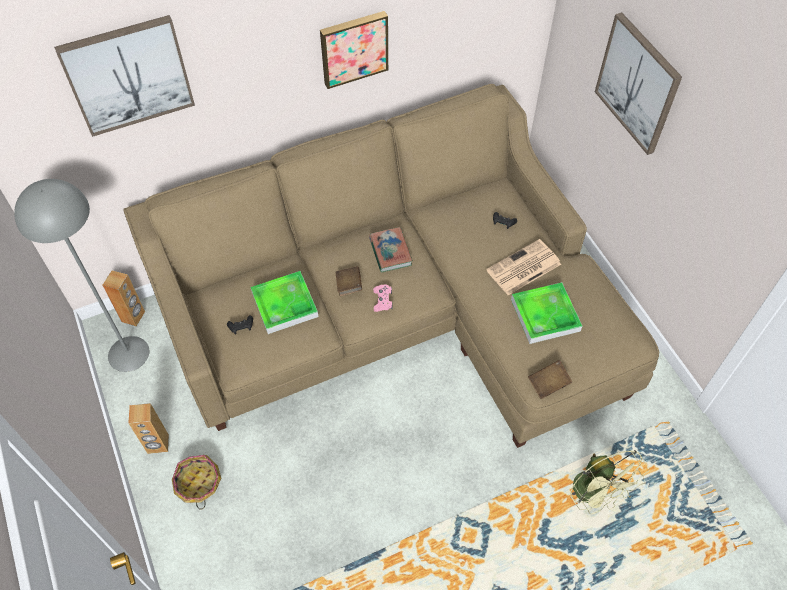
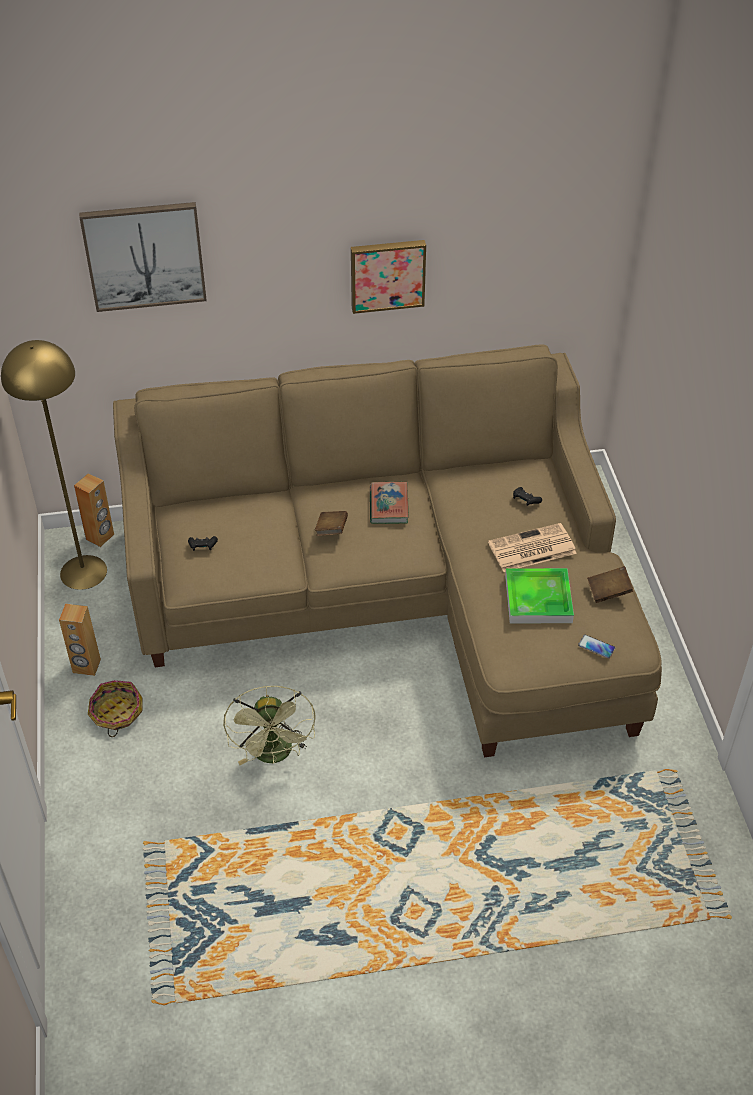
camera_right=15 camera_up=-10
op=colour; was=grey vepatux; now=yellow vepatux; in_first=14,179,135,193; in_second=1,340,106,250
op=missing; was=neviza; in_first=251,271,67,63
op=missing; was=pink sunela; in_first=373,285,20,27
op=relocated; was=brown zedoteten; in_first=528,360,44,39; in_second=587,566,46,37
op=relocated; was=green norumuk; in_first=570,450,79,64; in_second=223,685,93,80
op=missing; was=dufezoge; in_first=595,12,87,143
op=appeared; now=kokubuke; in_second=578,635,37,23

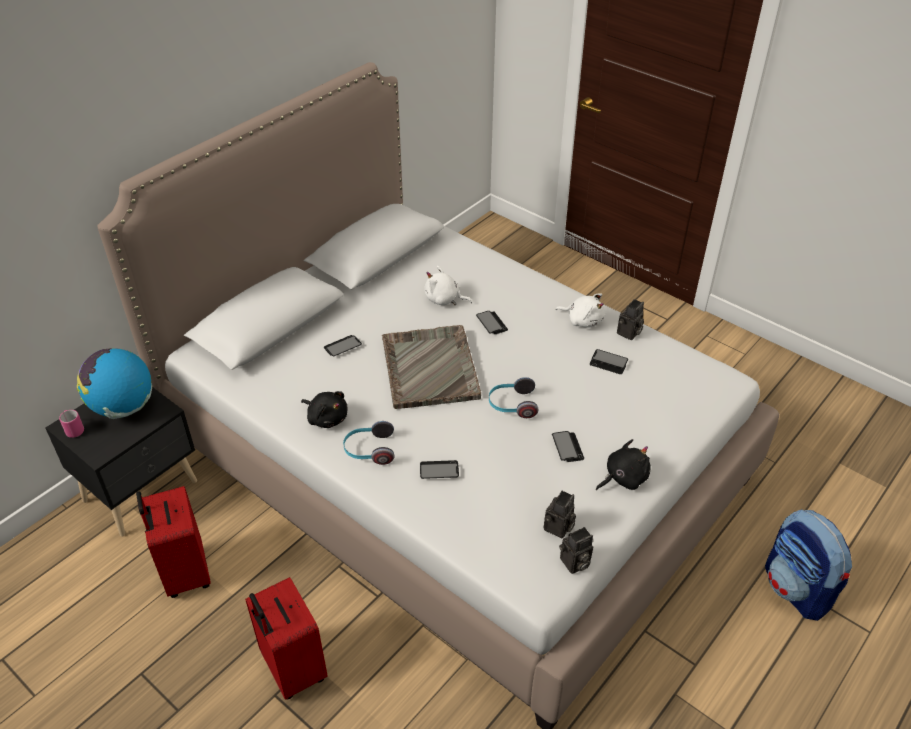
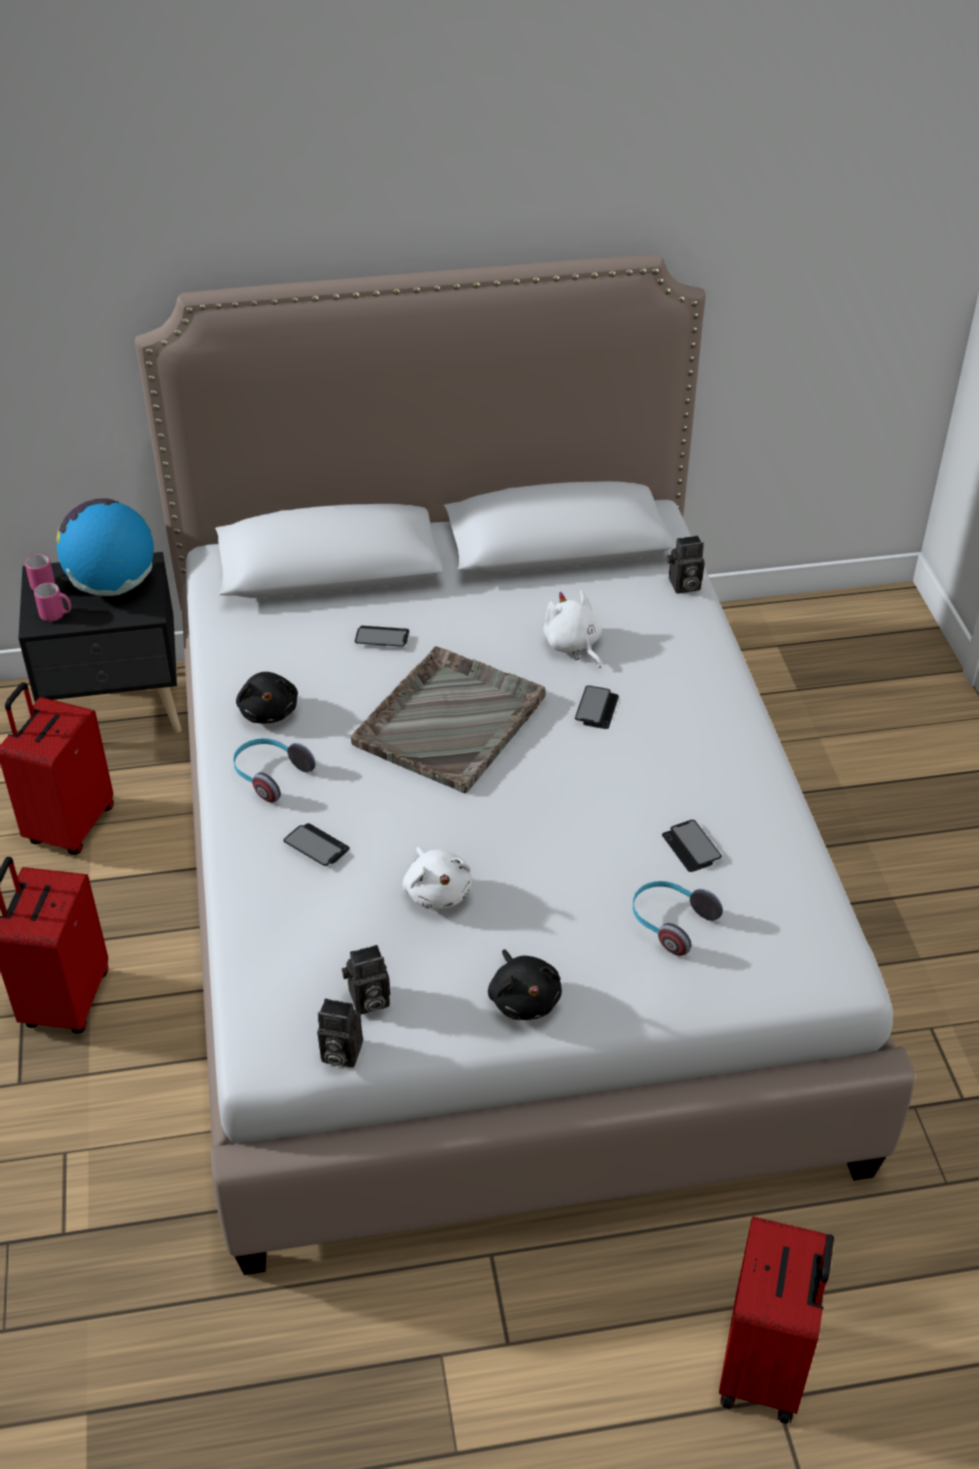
camera_right=40 camera_up=0
op=relocated; was=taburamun; in_first=489,377,49,41; in_second=632,881,91,75
op=missing; was=kokubuke; in_first=552,431,32,31
op=relocated; was=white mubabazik; in_first=556,293,48,34; in_second=403,847,69,62
op=spun; was=black mubabazik; in_first=596,439,55,51; in_second=488,949,74,71; clockwise=60
op=relocated; was=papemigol; in_first=617,299,27,41; in_second=667,535,38,59
op=exchanged; was=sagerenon; now=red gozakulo; in_first=765,509,87,112; in_second=719,1216,115,208
op=appeared; now=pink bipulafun; in_second=34,583,37,39

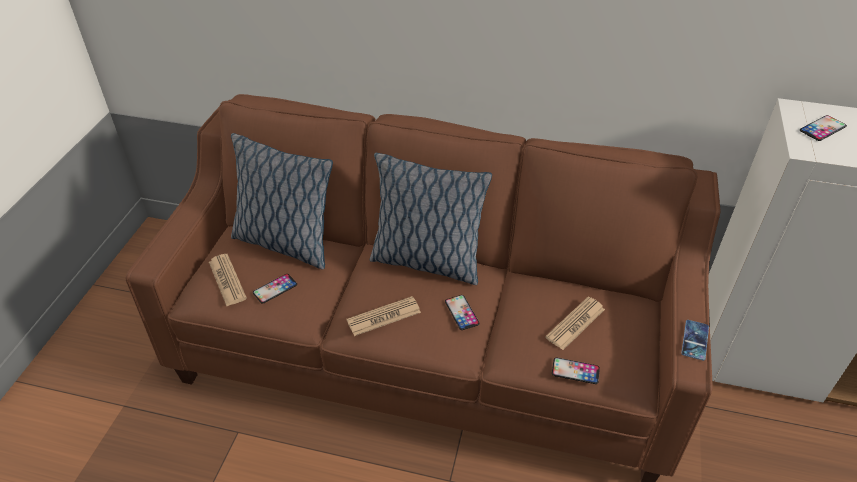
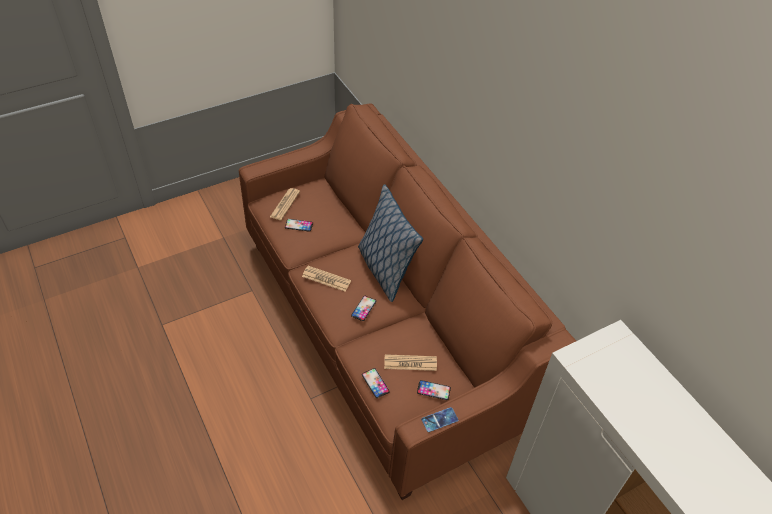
camera_right=45 camera_up=5
op=missing; was=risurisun; in_first=231,133,102,137
op=relocated; was=kokubuke; in_first=800,115,47,26; in_second=417,380,34,20

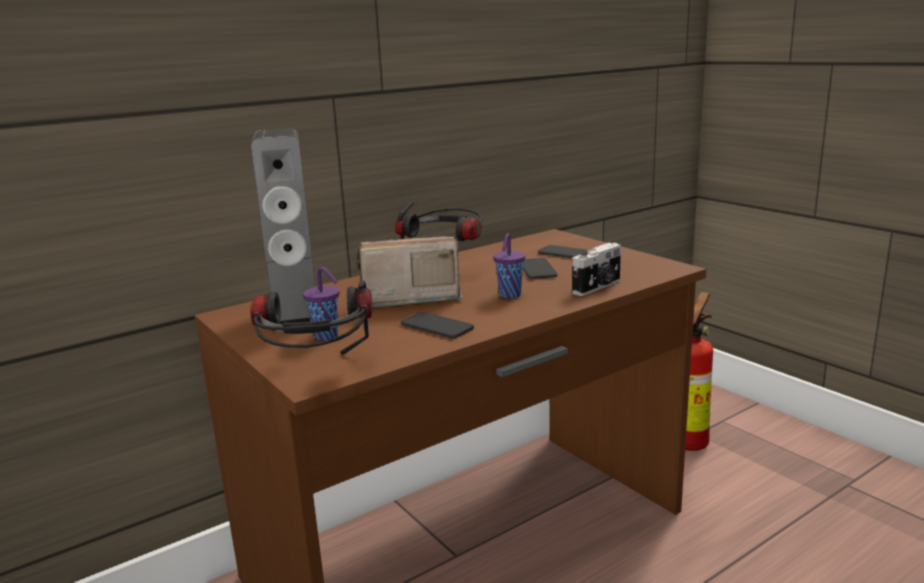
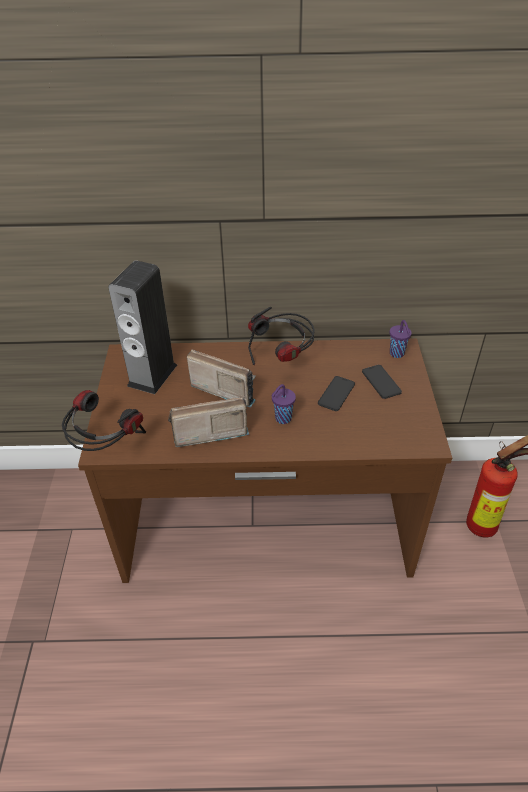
camera_right=35 camera_up=25
op=relocated; was=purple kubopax; in_first=303,267,37,73; in_second=390,320,22,38
op=exchanged; was=kokubuke; now=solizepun; in_first=401,312,73,26; in_second=168,397,81,50
op=missing; was=papemigol; in_first=572,243,49,53

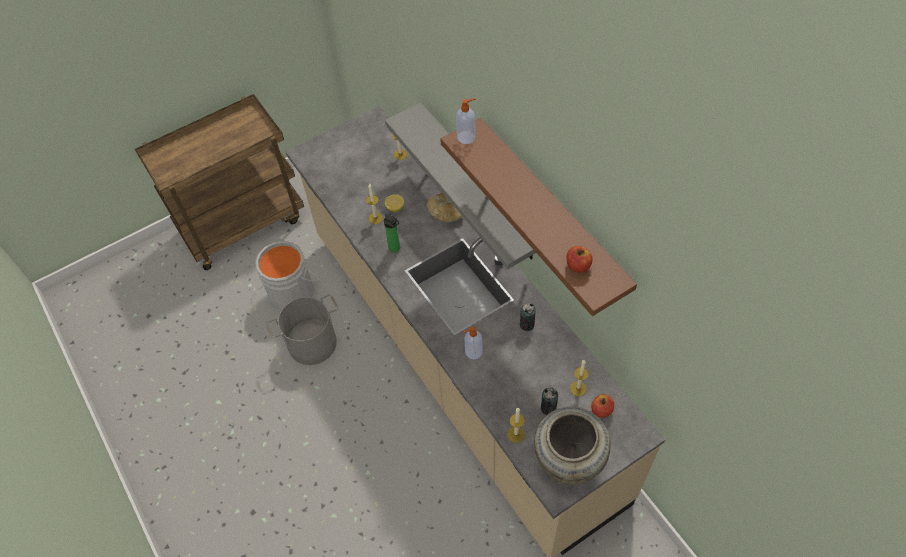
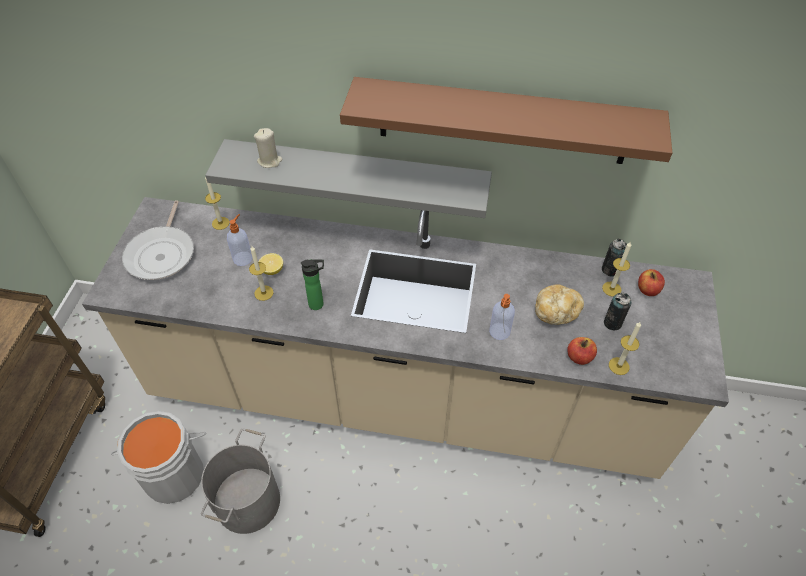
camera_right=-50 camera_up=-5
op=relocated; was=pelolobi; in_first=427,193,35,29; in_second=535,284,49,41
op=relocated; was=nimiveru; in_first=456,98,20,46; in_second=227,214,25,52
op=relocated; was=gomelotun; in_first=519,303,17,28; in_second=602,239,25,37
op=missing; was=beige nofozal; in_first=534,407,77,78
op=relocated; was=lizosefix; in_first=566,246,26,27; in_second=567,337,30,28
op=appeared; now=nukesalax; in_second=122,200,72,80
op=appeared; now=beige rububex; in_second=254,128,29,40

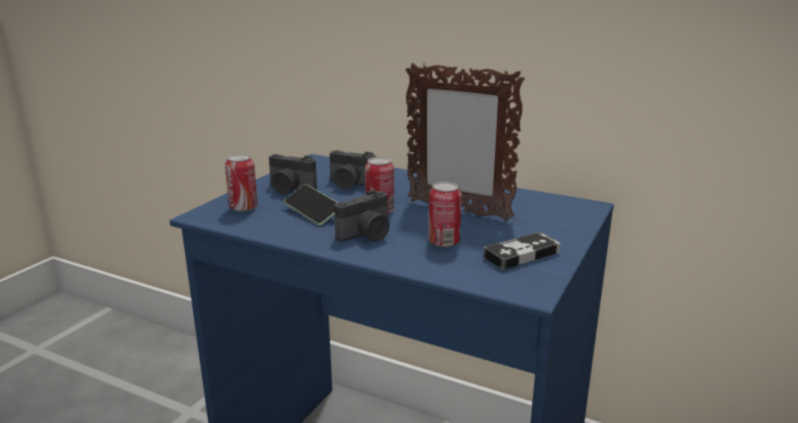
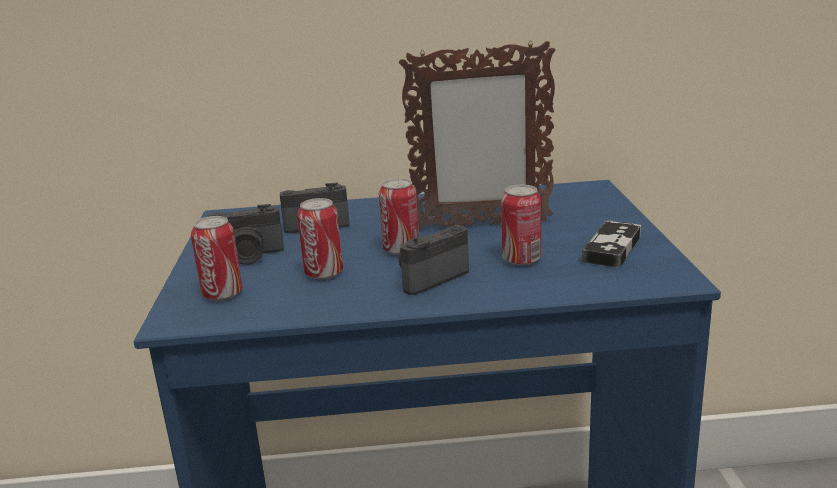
camera_right=-30 camera_up=0
op=exchanged; was=kokubuke; now=gomelotun; in_first=284,184,54,41; in_second=297,198,46,82
op=spun; was=papemigol; in_first=334,190,56,52; in_second=399,225,70,70; clockwise=-150

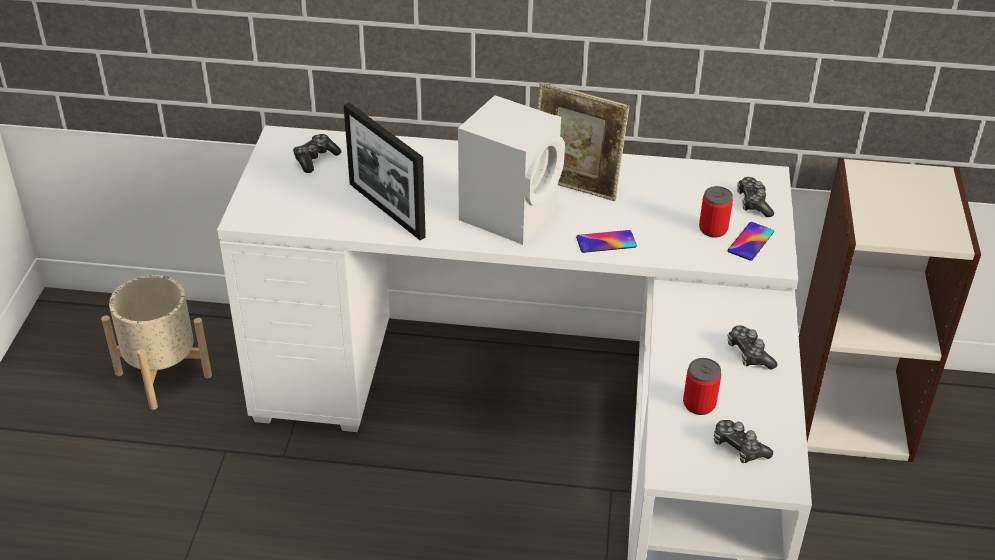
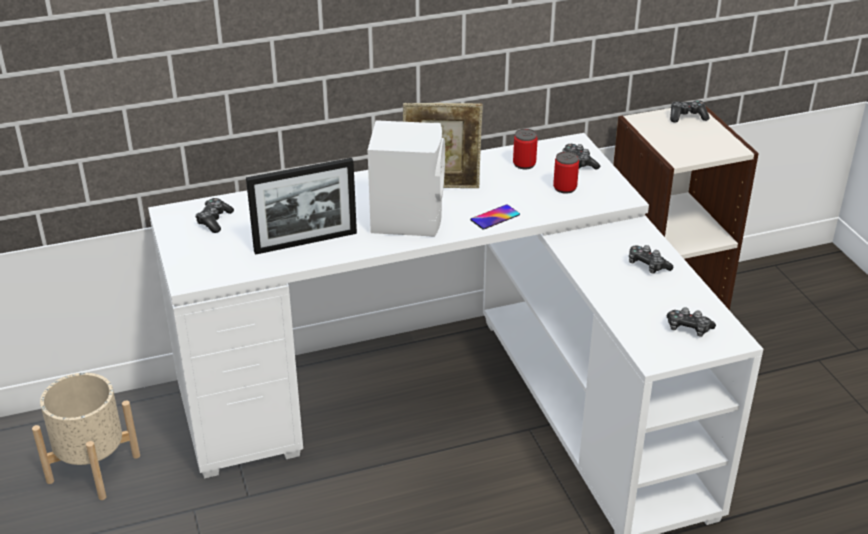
camera_right=-25 camera_up=-5
op=spun; was=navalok; in_first=344,103,82,137; in_second=246,158,111,97; clockwise=-45
op=relocated; was=gomelotun; in_first=683,358,38,57; in_second=513,129,25,40
op=missing; was=kokubuke; in_first=728,222,46,39
op=appeared; now=sunela; in_second=670,100,40,22

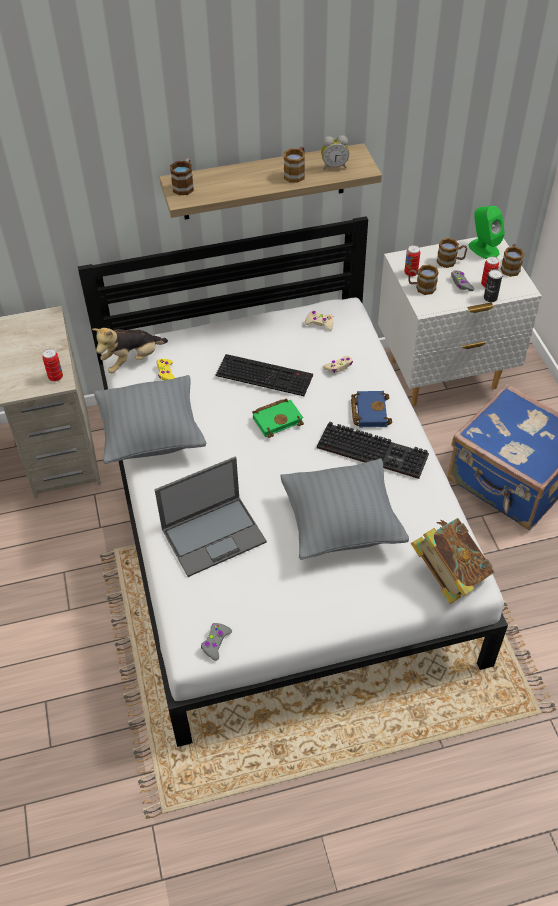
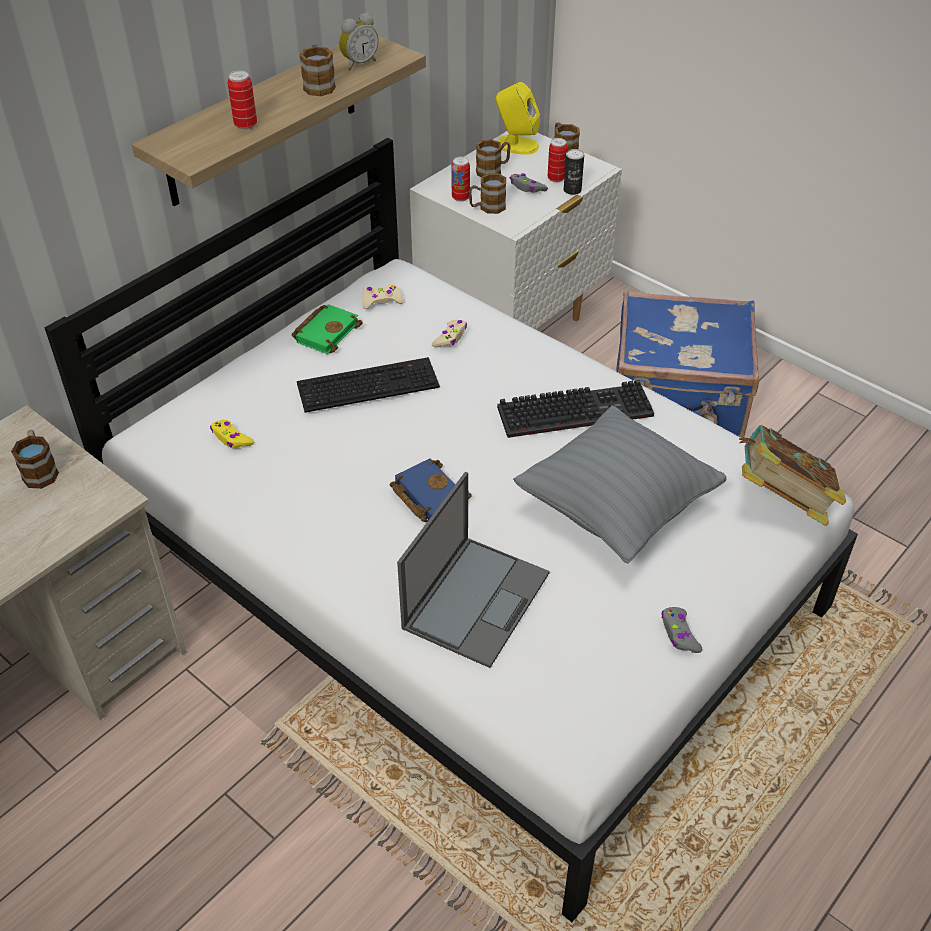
camera_right=-35 camera_up=-5
op=relocated; was=gomelotun; in_first=42,349,21,33; in_second=228,70,29,60
op=missing; was=mubabazik; in_first=92,328,76,46
op=missing; was=grey risurisun; in_first=94,375,113,89
op=relocated; was=bipulafun; in_first=170,158,24,37; in_second=11,430,48,59
op=relocated; was=grey sunela; in_first=201,623,31,38; in_second=662,607,40,46
op=relocated; was=green zedoteten; in_first=252,398,52,40; in_second=291,304,72,50
op=relocated; was=blue zedoteten; in_first=351,391,41,36; in_second=390,459,82,63
op=colour; was=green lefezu; now=yellow lefezu; in_first=469,206,36,53; in_second=495,82,45,73

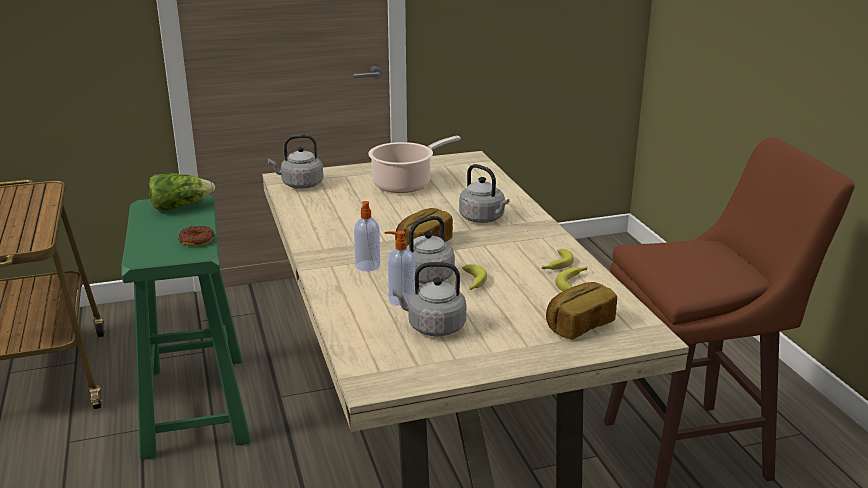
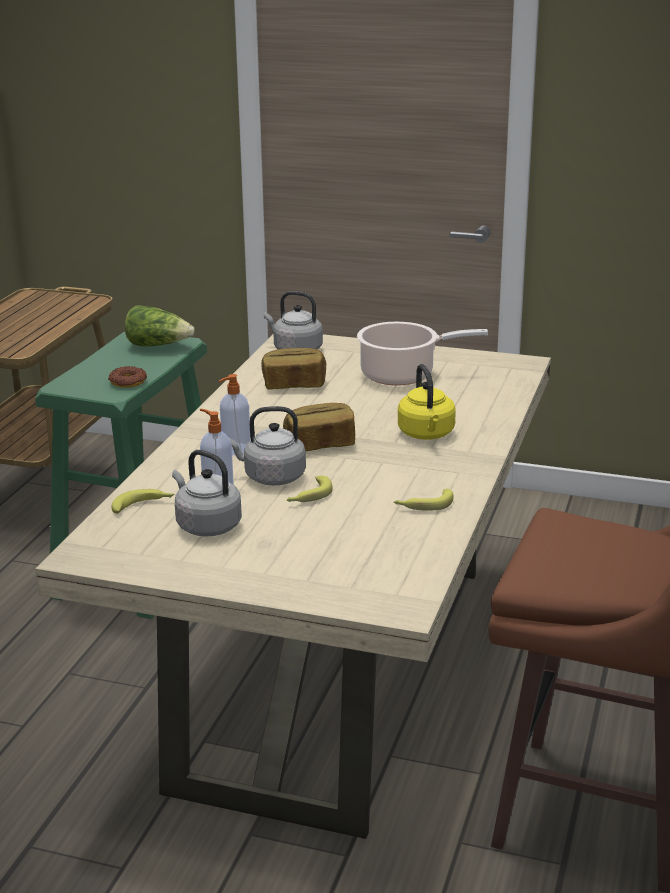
camera_right=35 camera_up=0
op=colour; was=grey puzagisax; now=yellow puzagisax; in_first=459,164,50,59; in_second=398,364,58,76
op=relocated; was=pelolobi; in_first=546,282,71,58; in_second=261,348,65,42
op=relocated; was=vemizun; in_first=555,267,32,24; in_second=112,489,62,25

